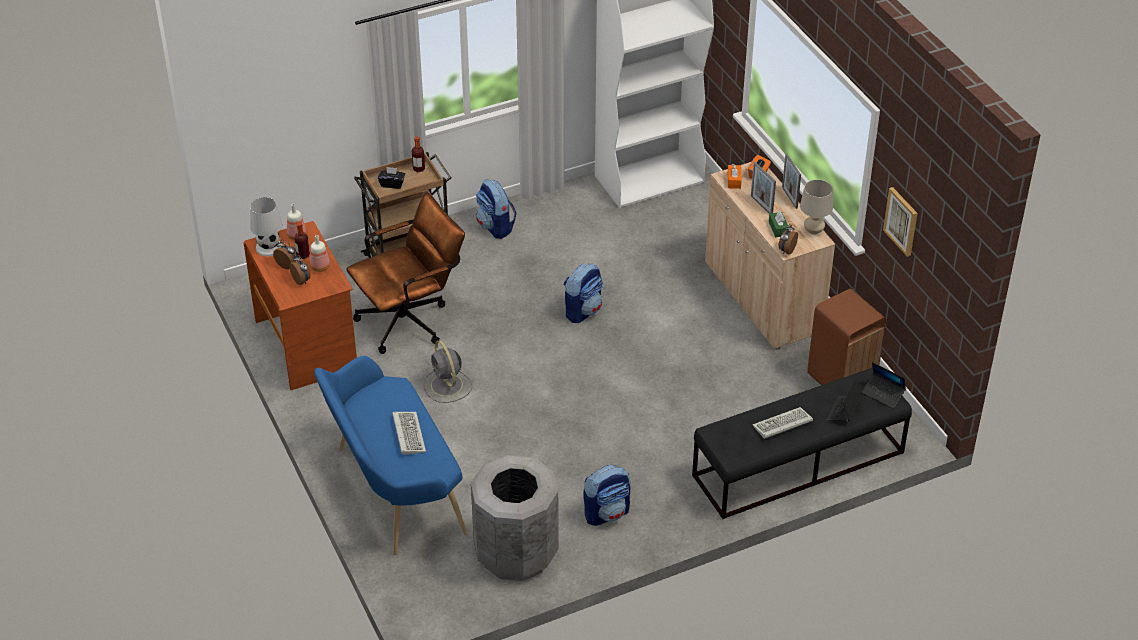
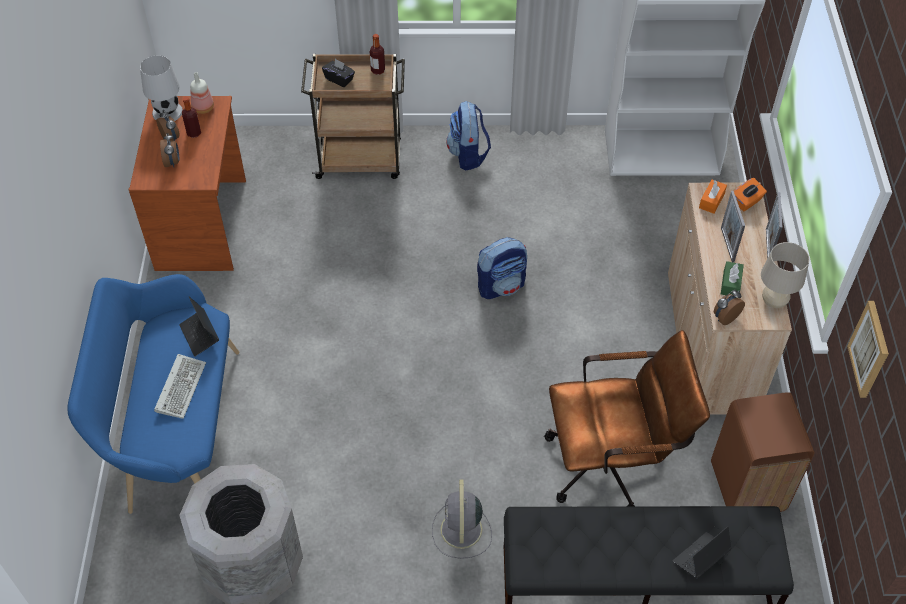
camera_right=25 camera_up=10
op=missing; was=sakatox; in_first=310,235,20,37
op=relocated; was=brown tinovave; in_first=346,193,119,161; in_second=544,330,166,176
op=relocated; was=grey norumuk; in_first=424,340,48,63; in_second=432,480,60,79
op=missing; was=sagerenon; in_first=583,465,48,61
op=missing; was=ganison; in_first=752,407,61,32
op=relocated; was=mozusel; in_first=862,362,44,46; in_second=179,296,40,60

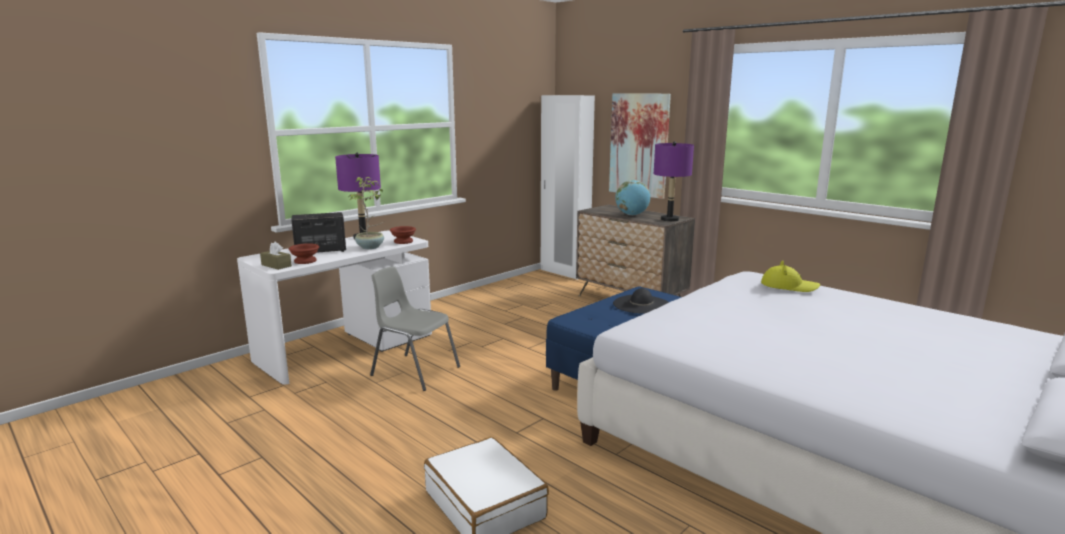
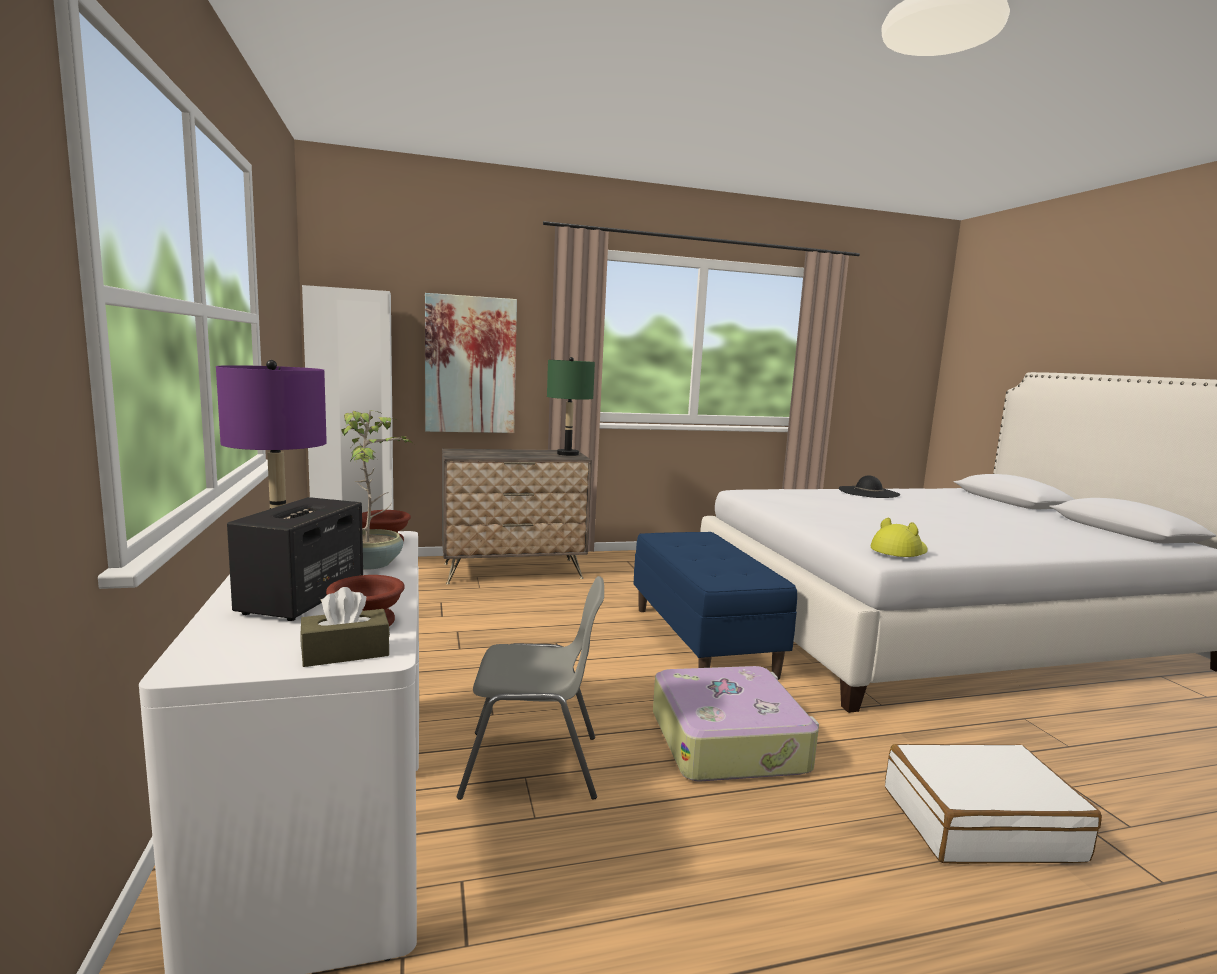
camera_right=-60 camera_up=-5
op=spun; was=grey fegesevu; in_first=370,267,90,124; in_second=457,576,147,224; clockwise=-150
op=relocated; was=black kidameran; in_first=613,288,56,26; in_second=839,475,61,23
op=missing; was=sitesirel; in_first=615,180,35,35
op=colour; was=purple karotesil; now=green karotesil; in_first=654,141,40,81; in_second=547,357,48,99
op=relocated; was=yellow kidameran; in_first=761,260,59,32; in_second=871,518,57,39
op=appeared; now=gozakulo; in_second=653,666,166,116

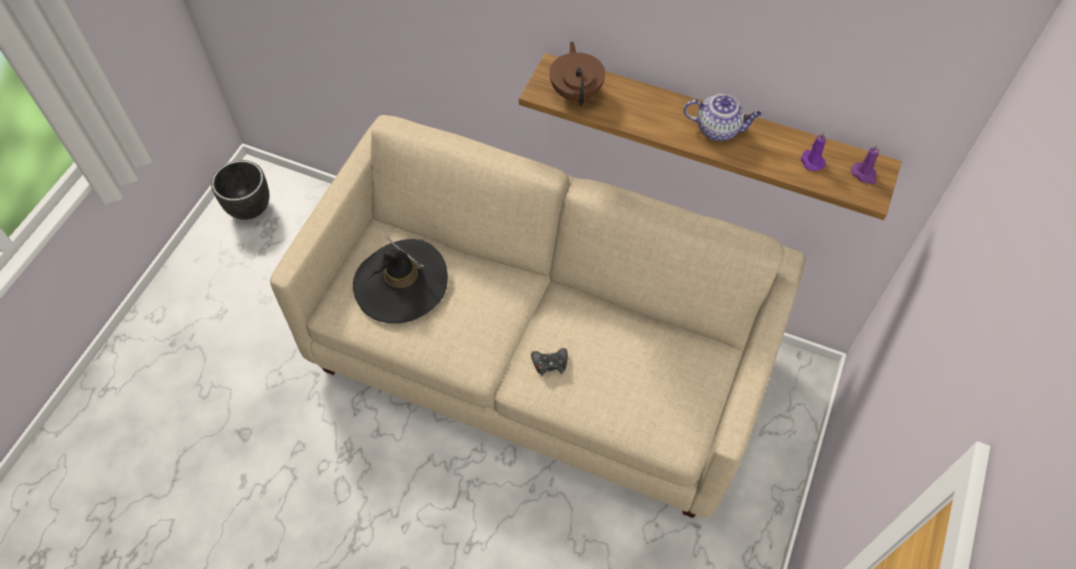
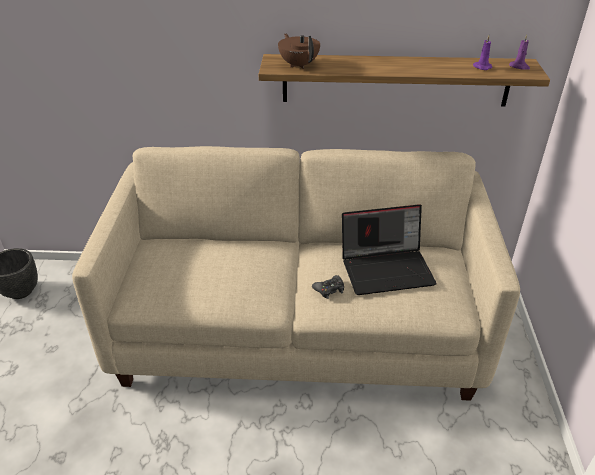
camera_right=-20 camera_up=-20
op=missing; was=black kidameran; in_first=353,237,95,86
op=missing; was=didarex; in_first=683,94,79,47
op=appeared; now=mozusel; in_second=342,204,95,91

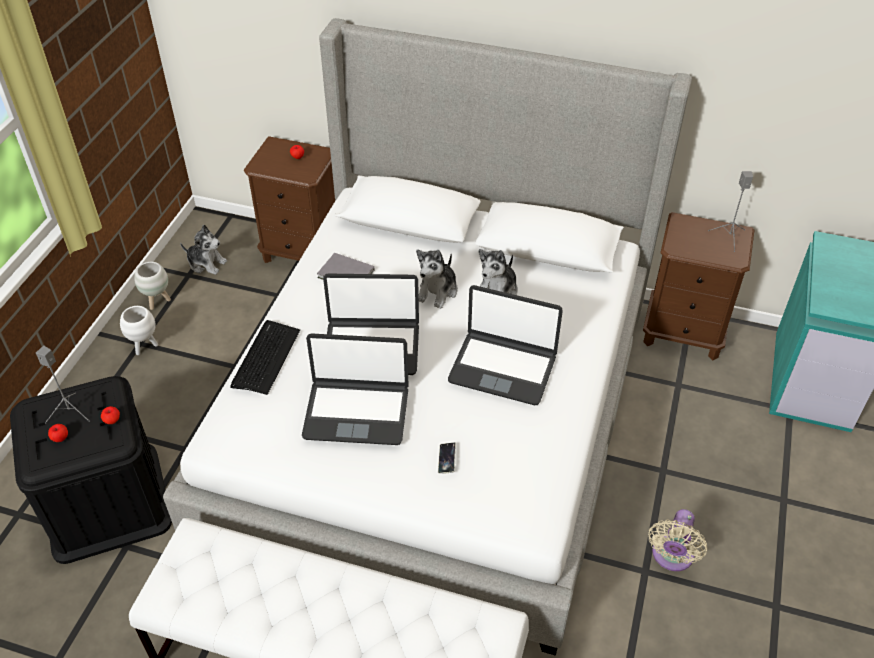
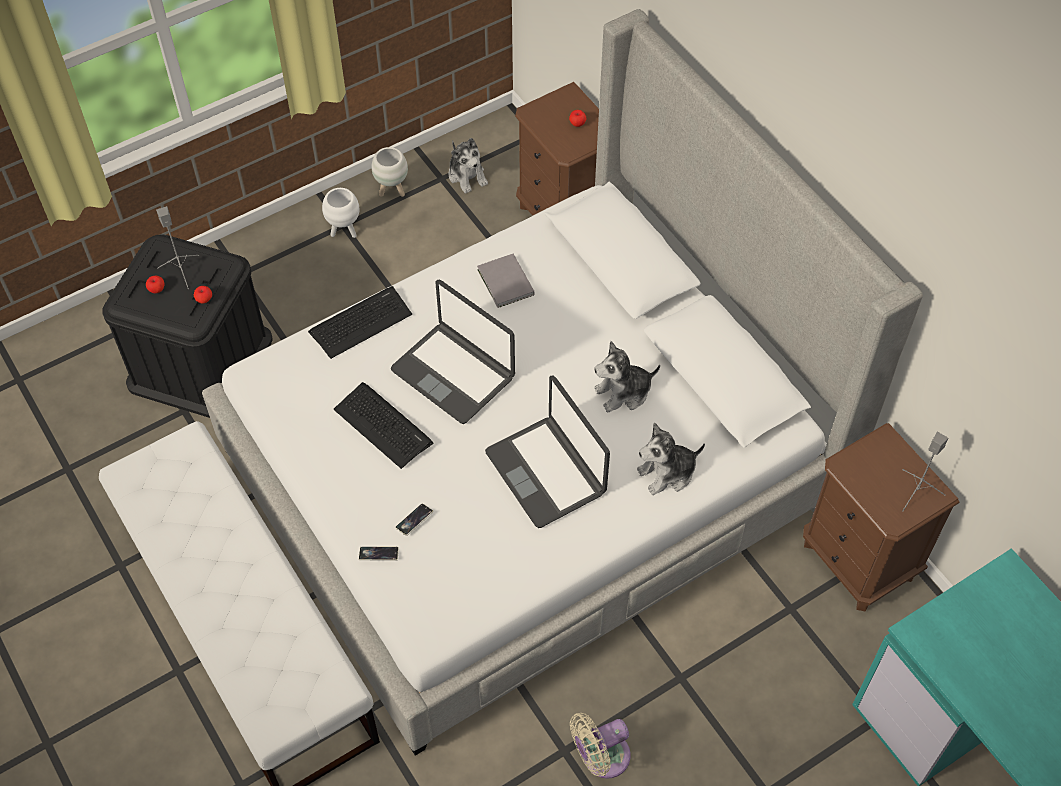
camera_right=40 camera_up=10
op=exchanged; was=mozusel; now=ganison; in_first=302,333,107,112; in_second=334,382,99,87
op=relocated; was=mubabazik; in_first=416,249,42,60; in_second=637,423,68,72
op=appeared; now=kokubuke; in_second=358,547,41,14

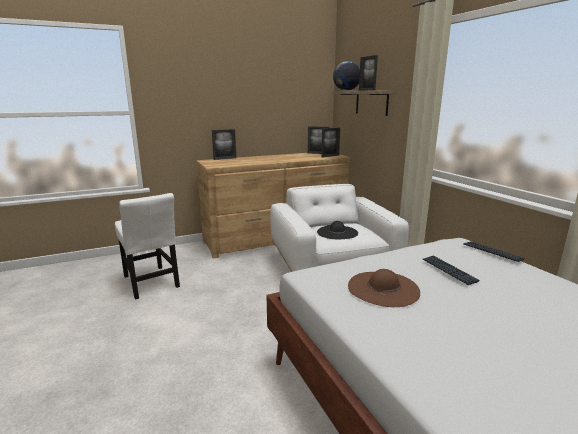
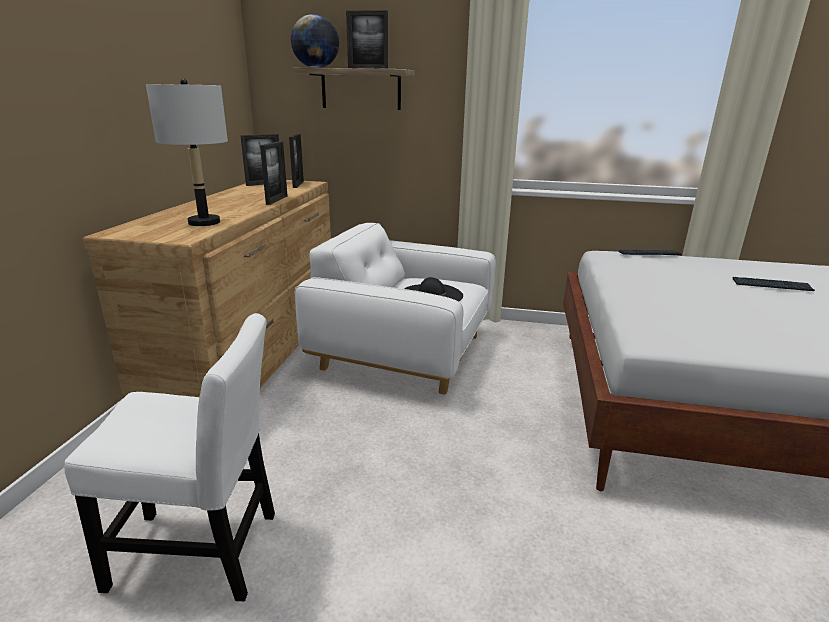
camera_right=-55 camera_up=5
op=relocated; was=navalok; in_first=212,129,24,31; in_second=260,141,27,64
op=missing; was=brown kidameran; in_first=348,269,72,38
op=relocated; was=ganison; in_first=423,256,56,29; in_second=733,277,82,14
op=appeared; now=grey karotesil; in_second=146,78,82,148

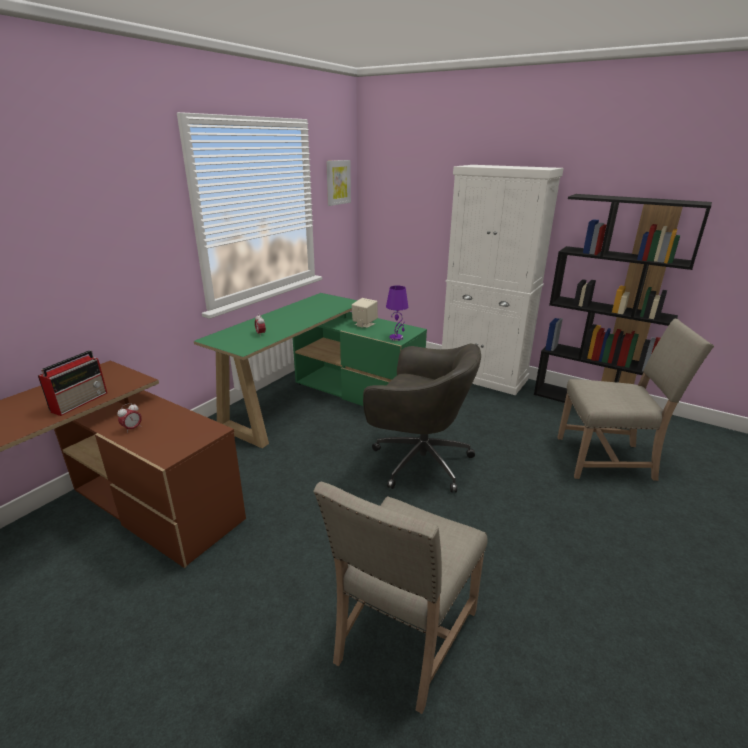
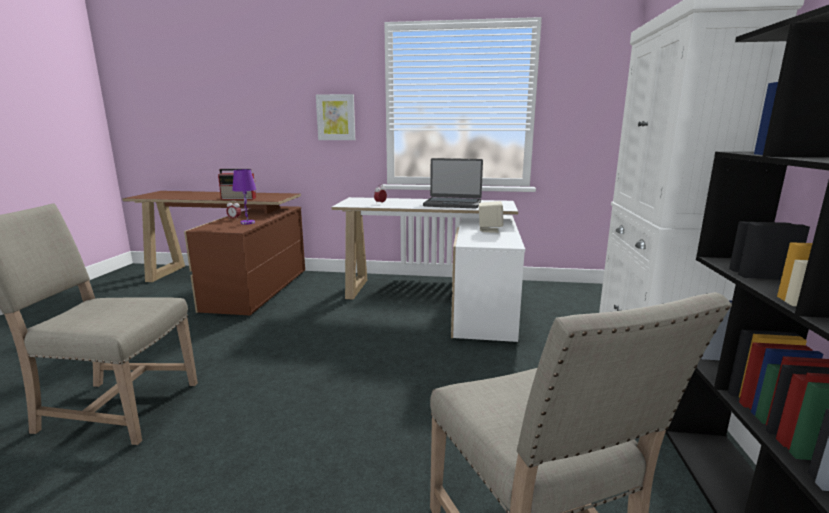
camera_right=65 camera_up=-10
op=colour; was=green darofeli; now=white darofeli; in_first=194,293,233,155; in_second=331,197,194,145
op=relocated; was=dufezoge; in_first=326,160,25,46; in_second=316,94,39,46
op=missing; was=grey tinovave; in_first=363,344,118,149
op=relocated; was=purple karotesil; in_first=386,286,22,55; in_second=232,169,24,56
op=appeared; now=mozusel; in_second=423,158,60,50

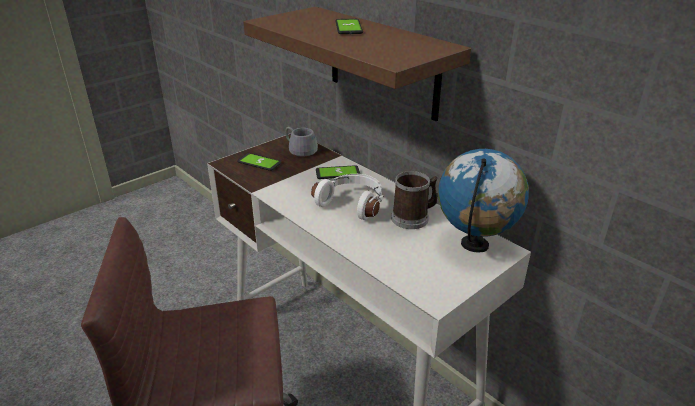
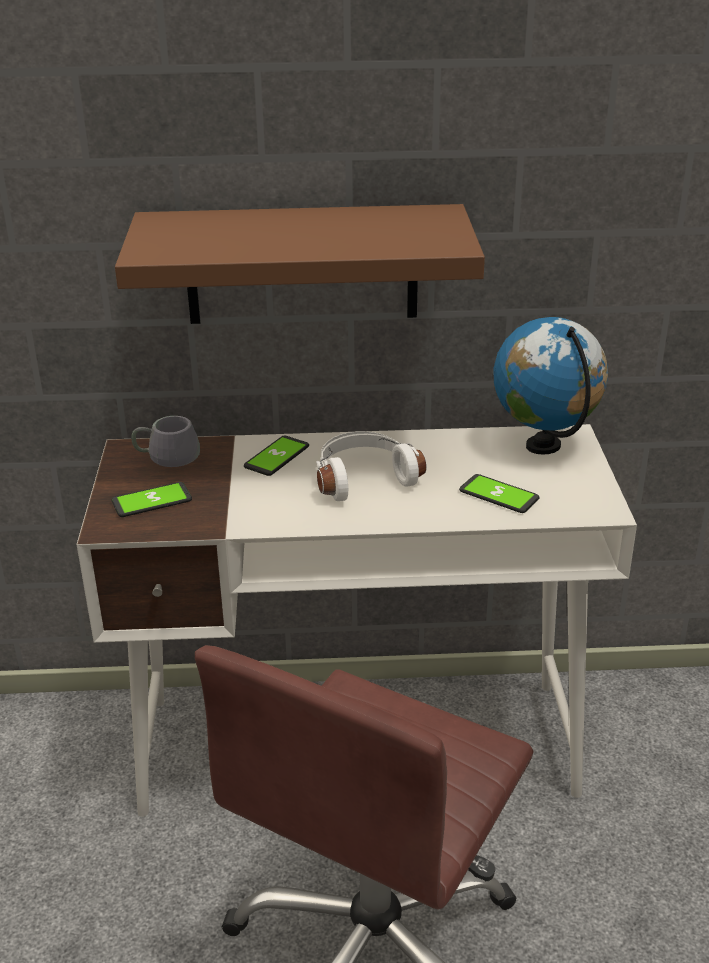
camera_right=-50 camera_up=0
op=relocated; was=kokubuke; in_first=335,19,28,15; in_second=459,474,81,39
op=missing; was=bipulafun; in_first=391,171,46,58

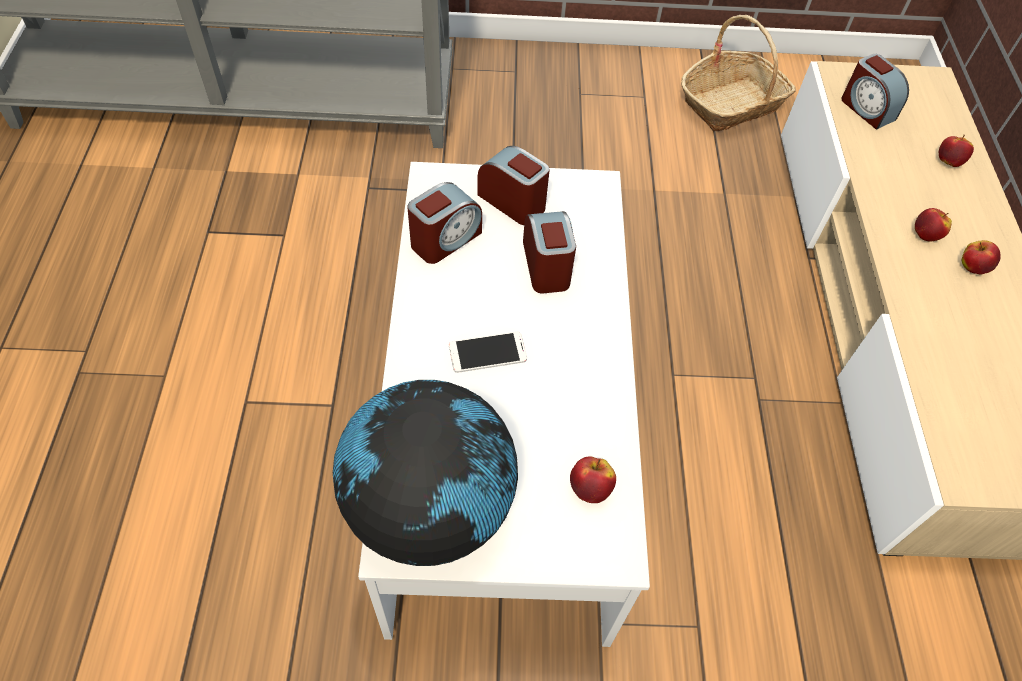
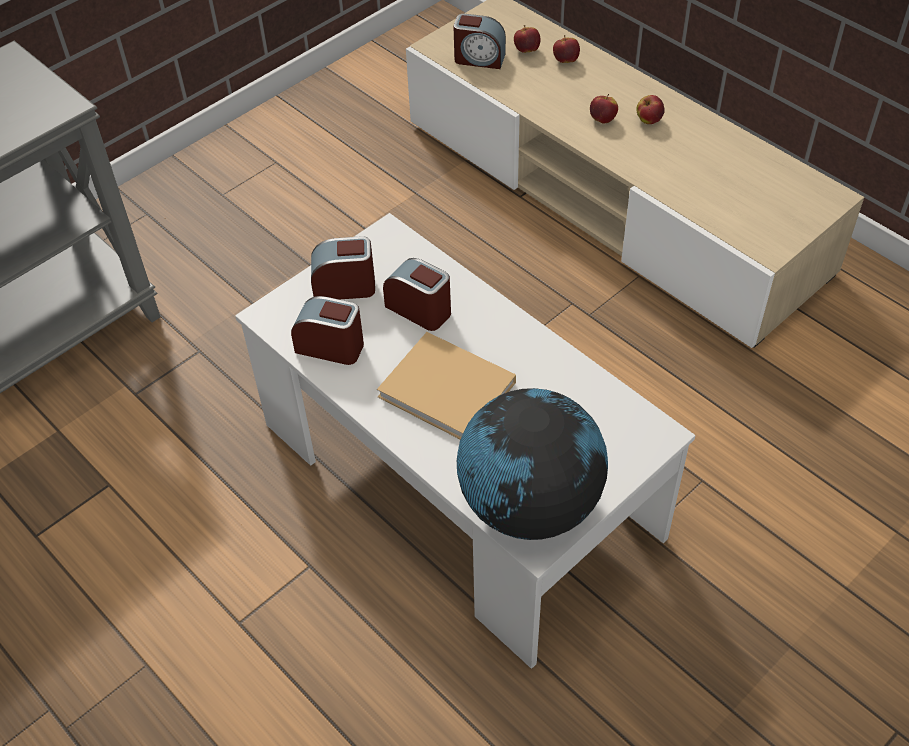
camera_right=-40 camera_up=-5
op=spun; was=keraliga; in_first=407,182,75,82; in_second=291,296,73,69; clockwise=-75
op=exchanged; was=kokubuke; now=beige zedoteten; in_first=449,332,78,41; in_second=377,332,139,107
op=relocated; was=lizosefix; in_first=570,456,46,47; in_second=514,25,27,28
op=missing; was=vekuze; in_first=681,15,115,116

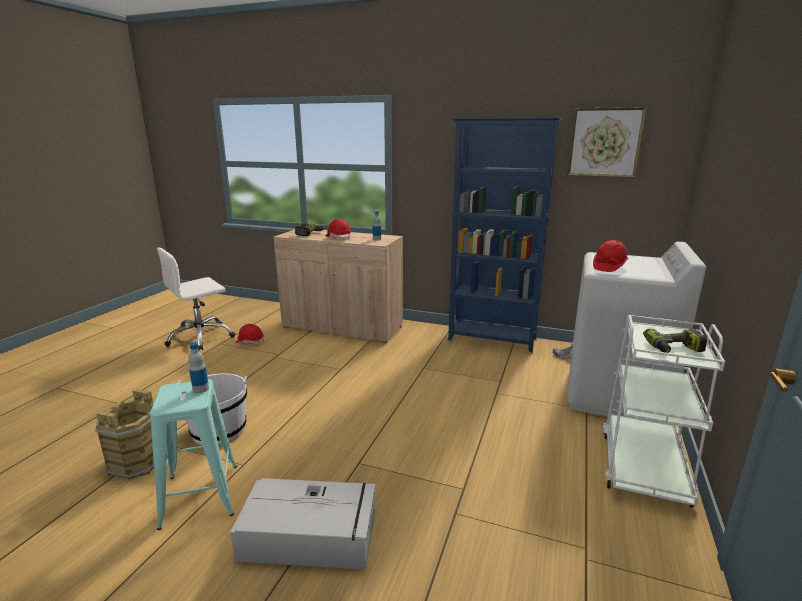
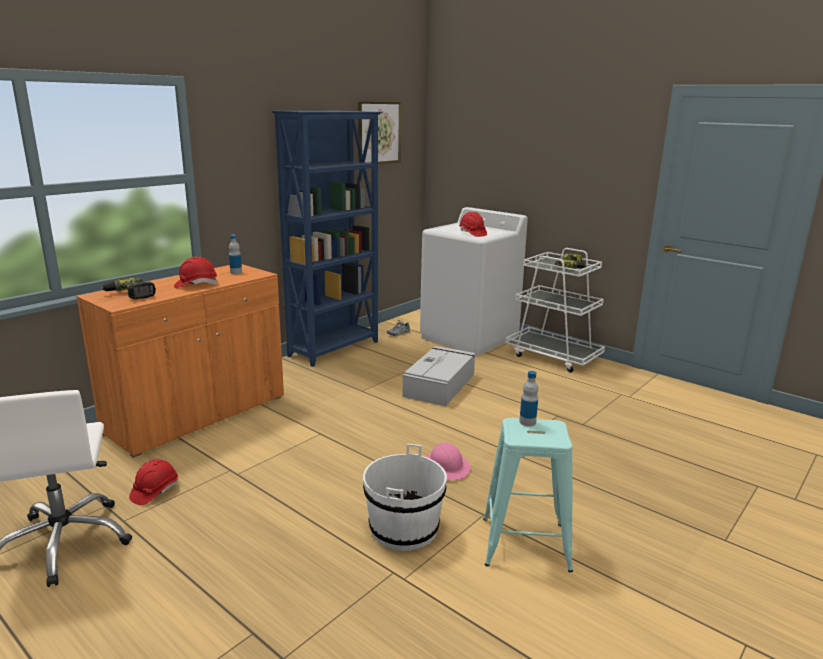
camera_right=-70 camera_up=0
op=missing; was=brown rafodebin; in_first=95,389,72,91
op=relocated; was=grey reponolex; in_first=230,478,146,92; in_second=403,346,73,60
op=colour; was=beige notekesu; now=orange notekesu; in_first=274,230,129,113; in_second=76,264,208,194
op=appeared; now=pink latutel; in_second=426,443,45,37

